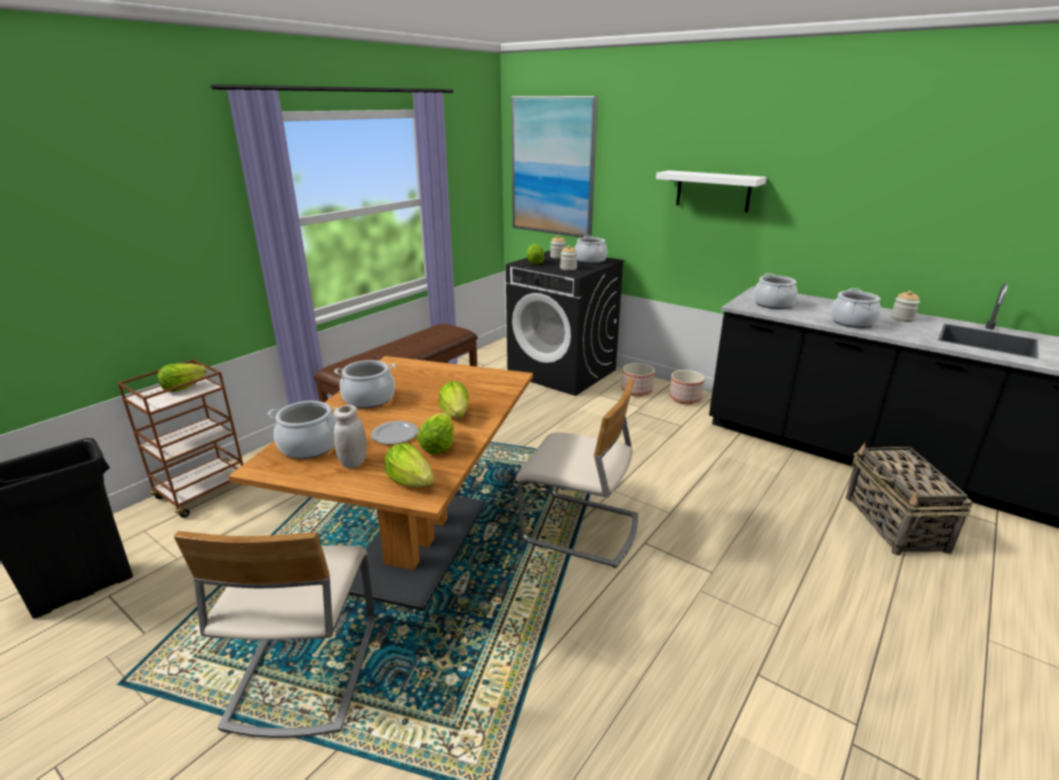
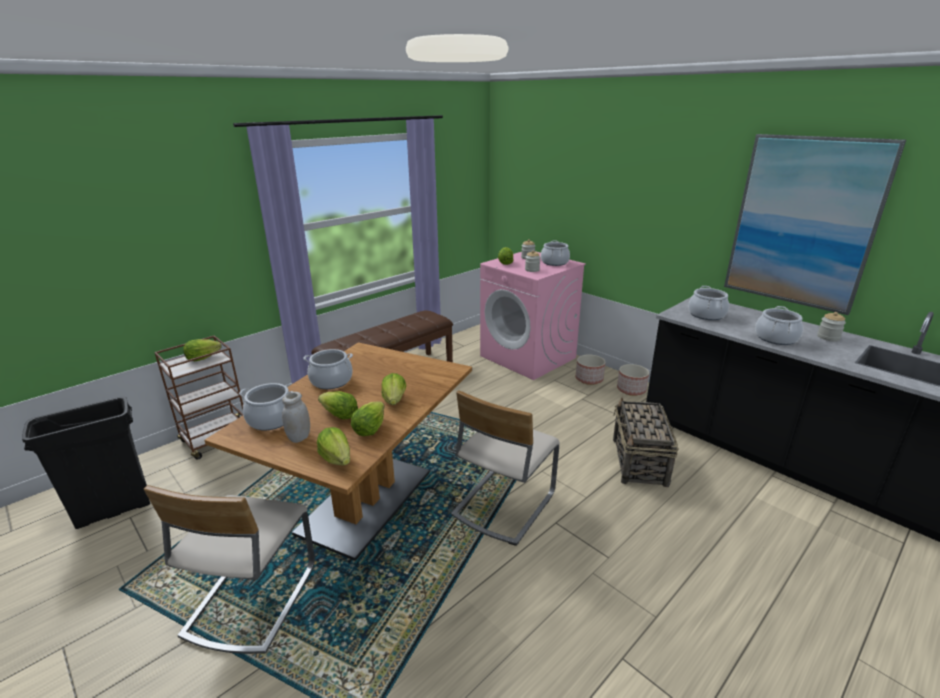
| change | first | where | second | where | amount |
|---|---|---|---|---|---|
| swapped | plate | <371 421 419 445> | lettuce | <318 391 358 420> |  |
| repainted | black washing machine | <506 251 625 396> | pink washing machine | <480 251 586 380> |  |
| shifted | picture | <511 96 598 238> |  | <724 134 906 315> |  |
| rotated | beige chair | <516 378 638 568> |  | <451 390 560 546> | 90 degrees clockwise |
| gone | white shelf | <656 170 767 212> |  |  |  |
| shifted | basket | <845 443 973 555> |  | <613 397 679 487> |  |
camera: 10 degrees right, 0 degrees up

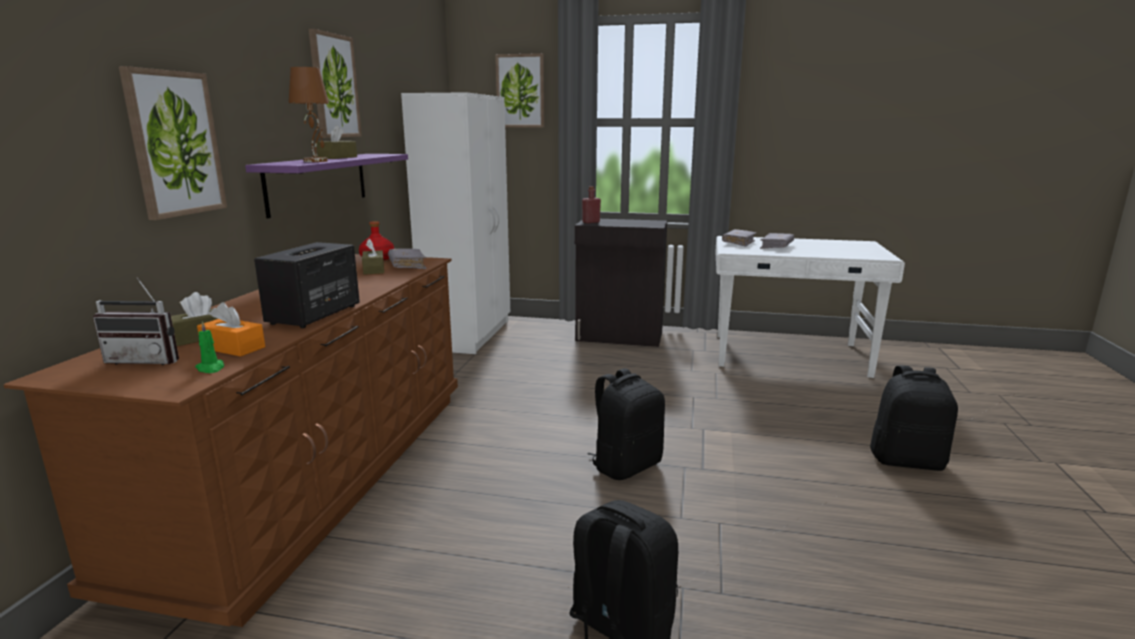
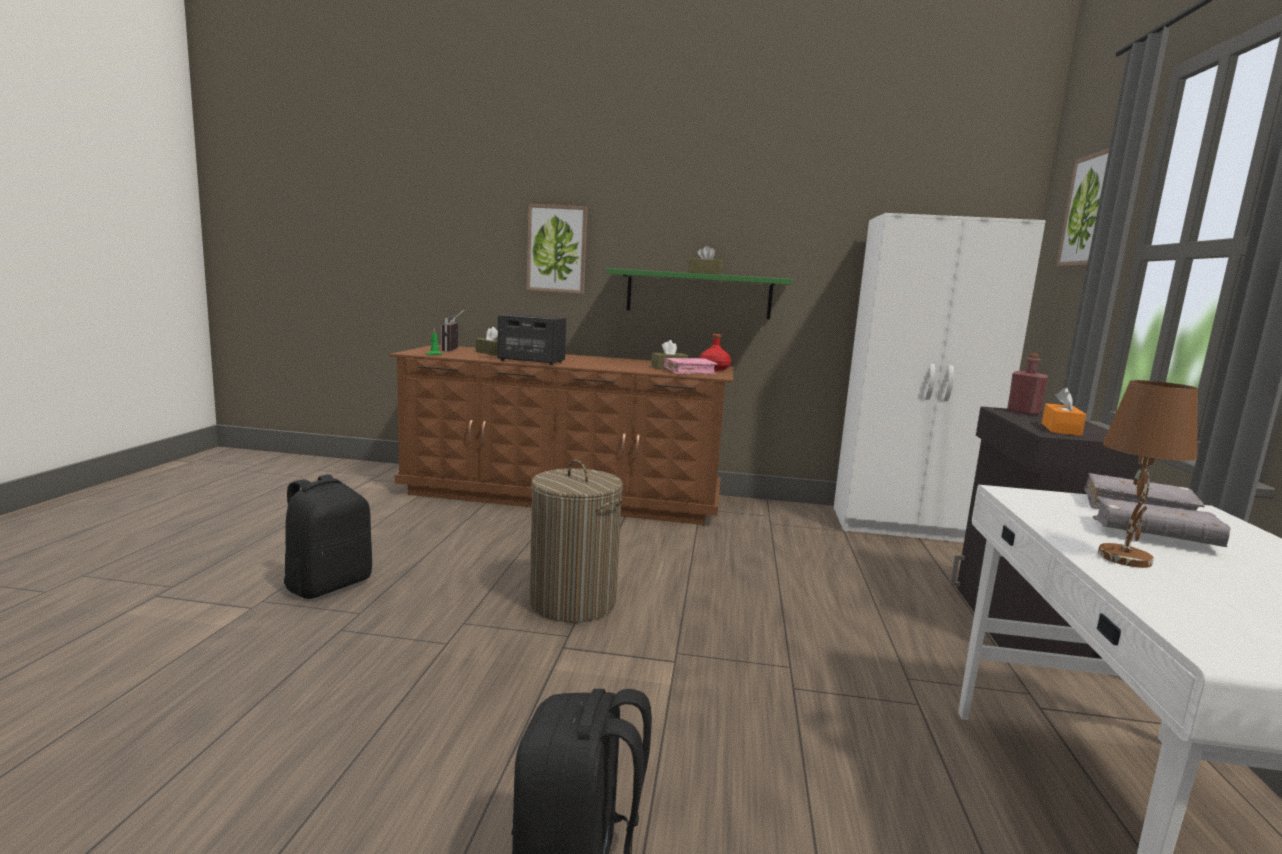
| change | first | where | second | where | amount |
|---|---|---|---|---|---|
| shifted | orange tissue box | <197 302 265 357> |  | <1042 388 1086 436> |  |
| repainted | purple shelf | <245 154 408 218> | green shelf | <606 268 793 320> |  |
| shifted | brown table lamp | <289 67 329 162> |  | <1098 380 1198 568> |  |
| gone | picture | <308 29 362 138> |  |  |  |
| repainted | grey book | <388 249 426 269> | pink book | <664 358 718 374> |  |
| swapped | black backpack | <587 368 665 480> | laundry basket | <529 460 623 622> |  |
camera: 85 degrees right, 5 degrees down

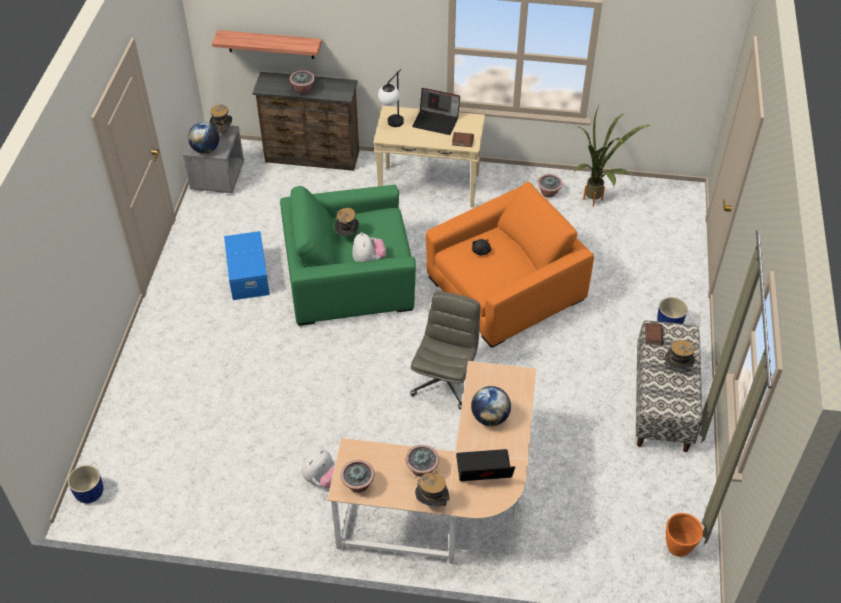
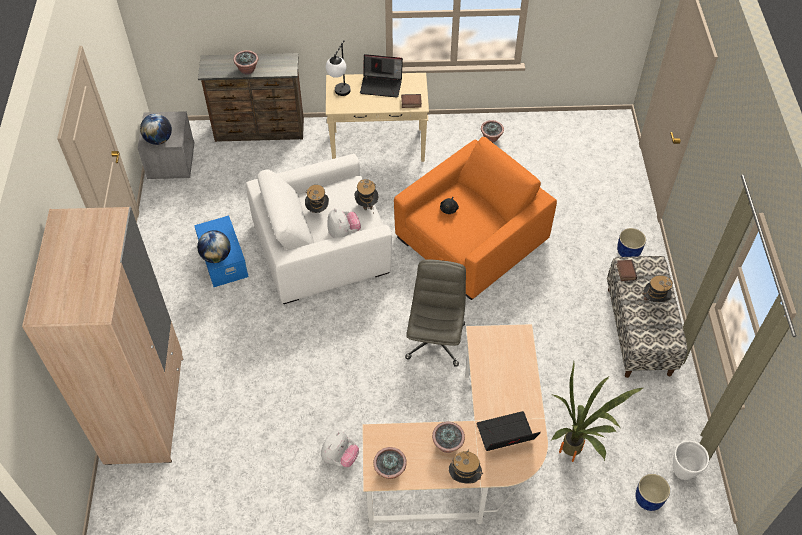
| change | first | where | second | where | amount |
|---|---|---|---|---|---|
| shifted | blue planter | <68 465 103 503> |  | <635 474 670 511> |  |
| shifted | hat | <210 105 232 134> |  | <354 179 379 210> |  |
| gone | shelf | <212 30 322 59> |  |  |  |
| repainted | green armchair | <280 185 416 326> | white armchair | <246 154 392 304> |  |
| shifted | globe | <471 386 511 426> |  | <197 230 231 263> |  |
| shifted | potted plant | <573 106 650 207> |  | <551 362 643 462> |  |
| repainted | orange planter | <666 513 703 557> | white planter | <673 441 709 480> |  |
| new |  |  | beige wardrobe | <22 207 183 465> |  |
camera: 10 degrees left, 5 degrees up

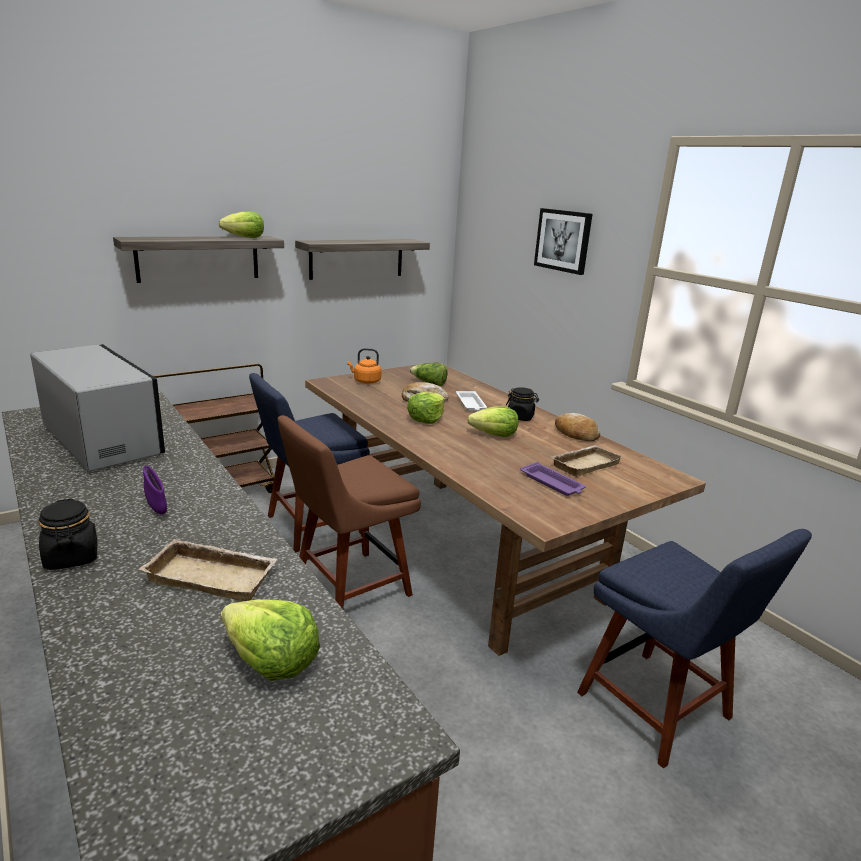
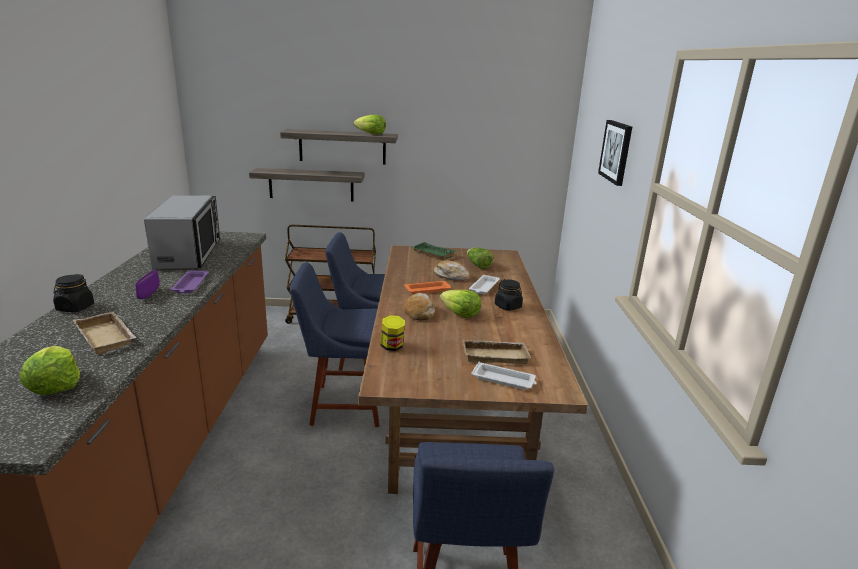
| change | first | where | second | where | amount |
|---|---|---|---|---|---|
| repainted | brown chair | <277 415 421 609> | blue chair | <290 262 380 427> |  |
| shifted | shelf | <295 239 430 280> |  | <249 168 365 202> |  |
| swapped | orange kettle | <347 348 382 384> | green tray | <411 242 457 260> |  |
| swapped | lettuce | <407 392 445 424> | orange tray | <404 281 451 294> |  |
| shifted | purple tray | <520 462 586 496> |  | <171 271 209 293> |  |
| shifted | bread | <555 413 600 441> |  | <404 293 435 321> |  |
| new |  |  | jar | <380 315 405 351> |  |
| new |  |  | white tray | <471 362 537 390> |  |
camera: 35 degrees right, 0 degrees up

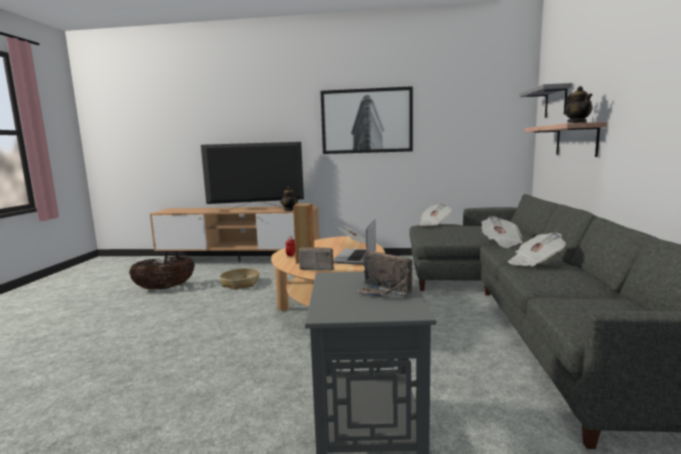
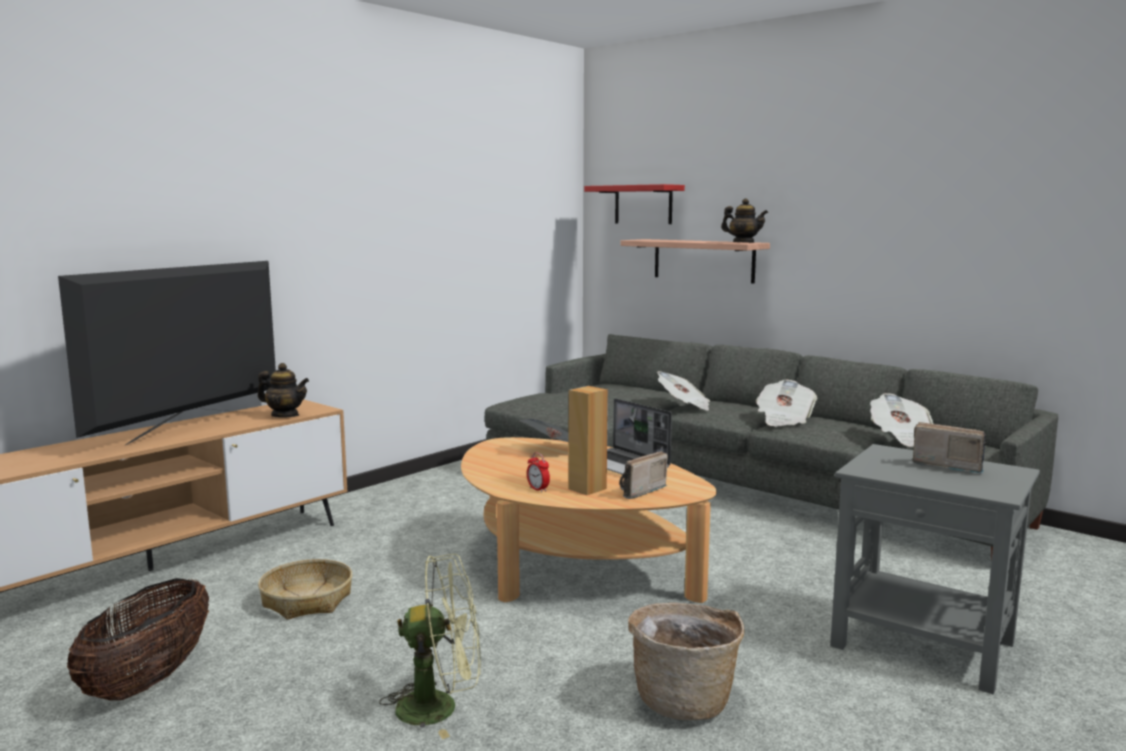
| change | first | where | second | where | amount |
|---|---|---|---|---|---|
| gone | picture | <320 86 413 154> |  |  |  |
| rotated | radio | <357 251 412 297> |  | <912 422 986 473> | 135 degrees counterclockwise |
| shifted | newspaper | <419 203 452 226> |  | <870 393 934 447> |  |
| repainted | grey shelf | <519 83 572 118> | red shelf | <584 184 685 224> |  |
| new |  |  | green fan | <379 554 481 739> |  |
| new |  |  | basket | <628 603 745 720> |  |
camera: 55 degrees left, 0 degrees up

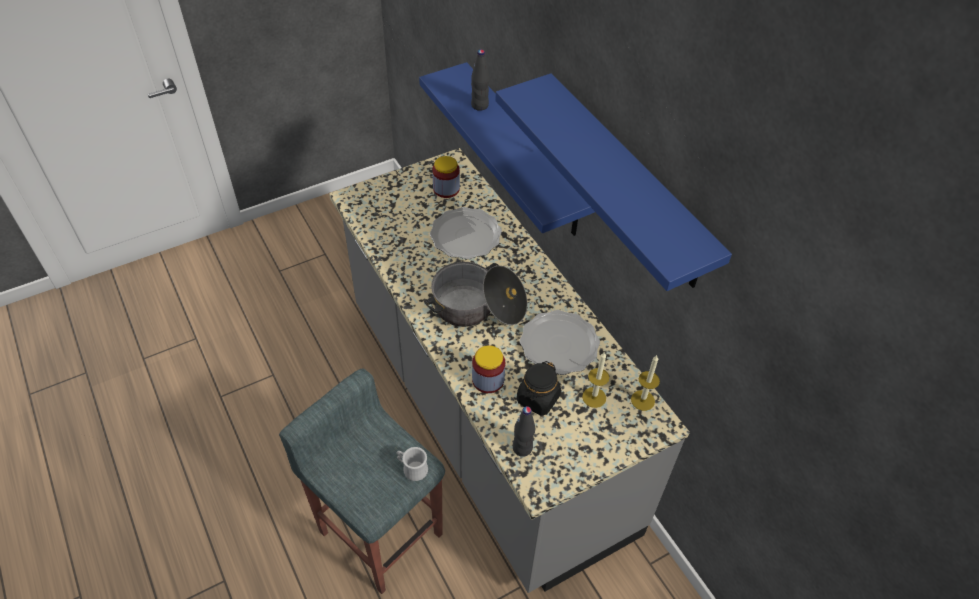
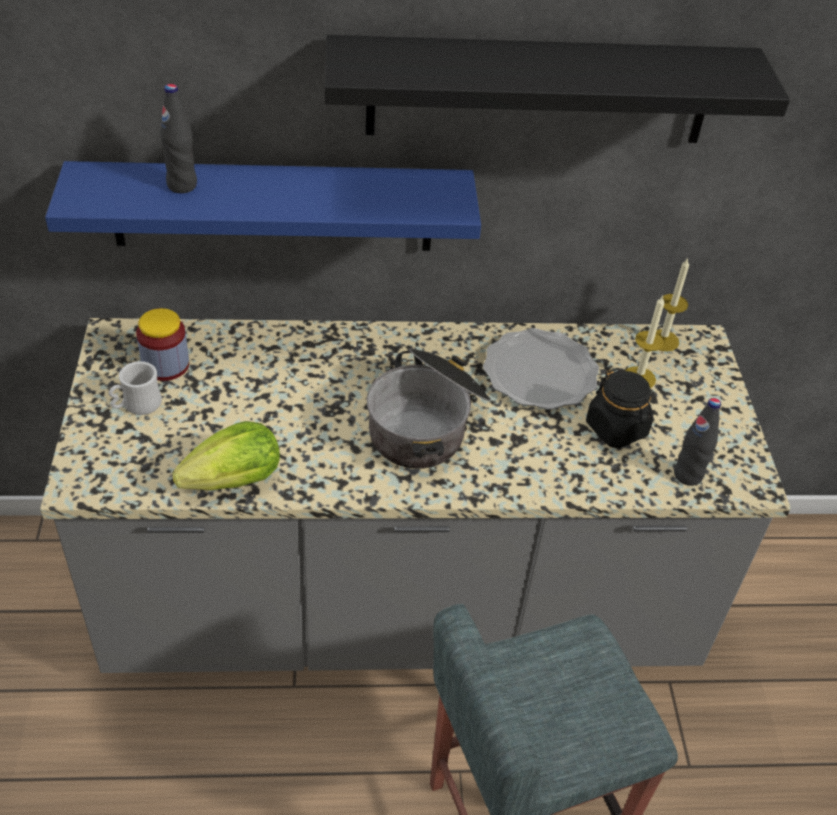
| change | first | where | second | where | amount |
|---|---|---|---|---|---|
| shifted | white mug | <397 447 428 481> |  | <109 361 162 415> |  |
| gone | plate | <430 207 502 259> |  |  |  |
| gone | jar | <472 345 505 393> |  |  |  |
| repainted | blue shelf | <495 73 732 291> | black shelf | <325 35 790 143> |  |
| new |  |  | lettuce | <172 421 280 491> |  |
camera: 65 degrees left, 5 degrees down

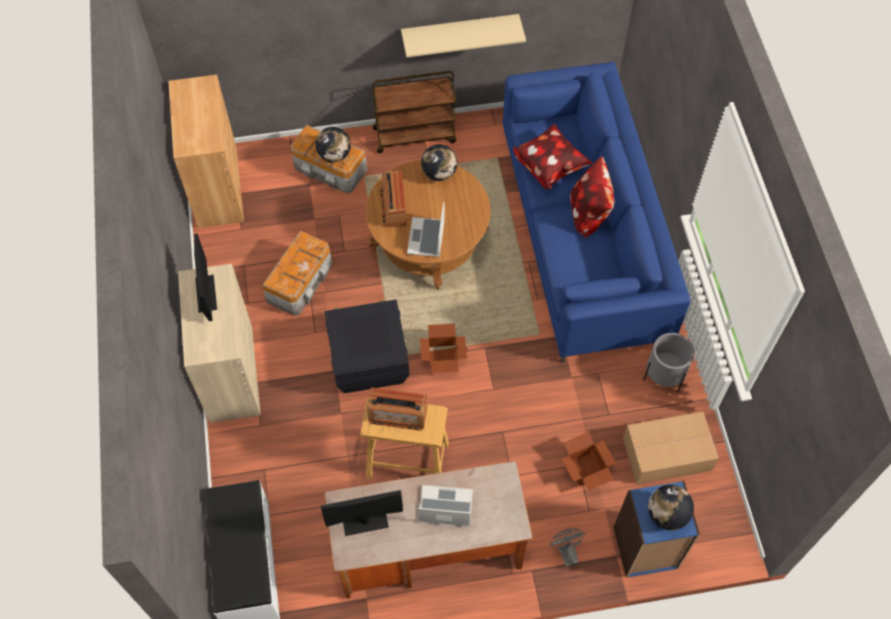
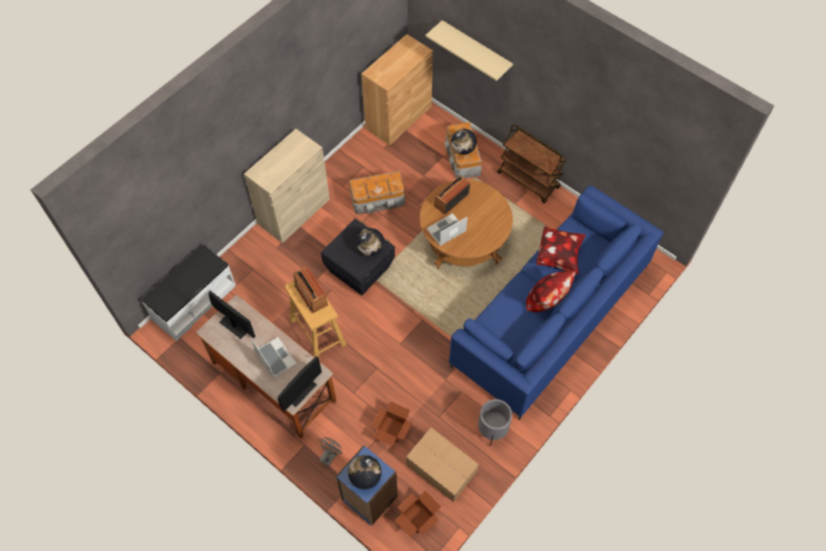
| change | first | where | second | where | amount |
|---|---|---|---|---|---|
| shifted | monitor | <194 234 217 321> |  | <278 356 322 412> |  |
| shifted | beige shelf | <401 14 526 57> |  | <425 20 513 81> |  |
| shifted | cardboard box | <420 324 467 373> |  | <394 491 441 537> |  |
| shifted | globe | <421 144 457 181> |  | <356 228 385 256> |  |
camera: 50 degrees right, 0 degrees up

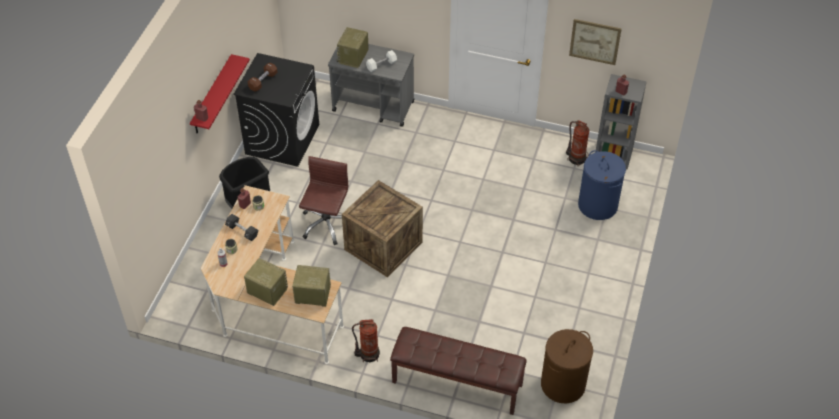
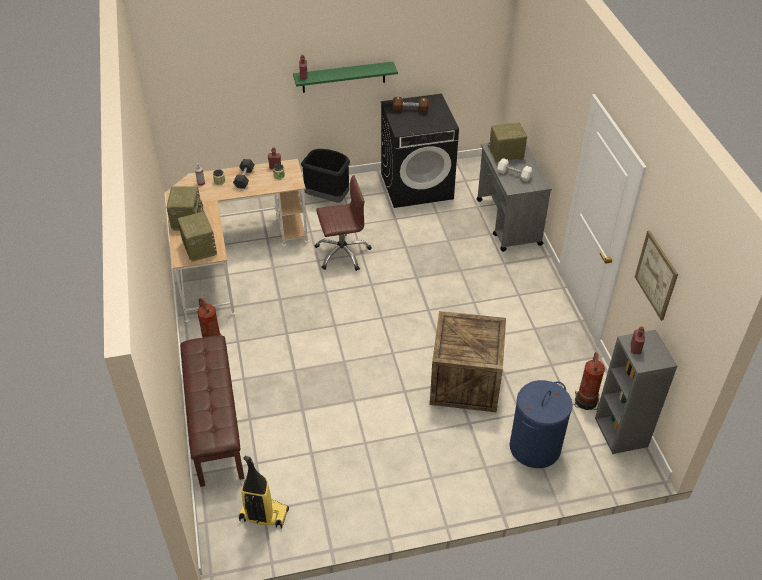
| change | first | where | second | where | amount |
|---|---|---|---|---|---|
| repainted | red shelf | <190 54 250 133> | green shelf | <293 61 398 93> |  |
| shifted | crate | <342 180 423 277> |  | <429 311 506 412> |  |
| swapped | brown laundry basket | <541 329 593 404> | vacuum cleaner | <239 456 289 529> |  |
camera: 60 degrees right, 5 degrees down

